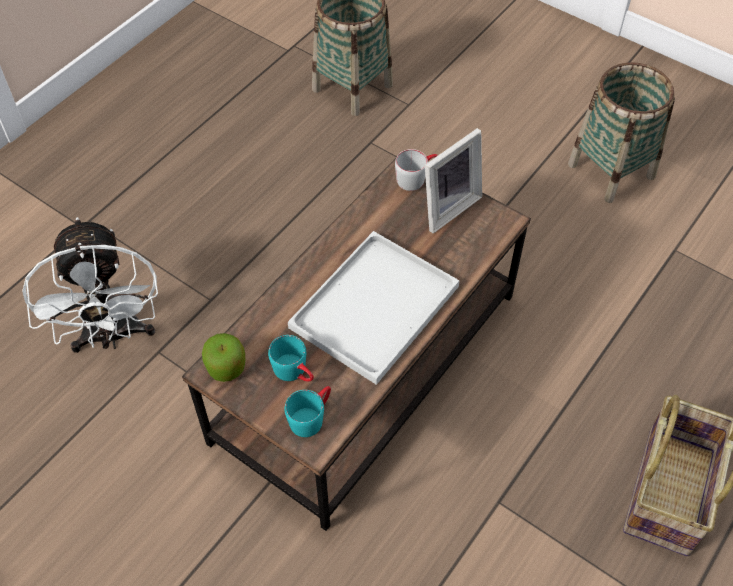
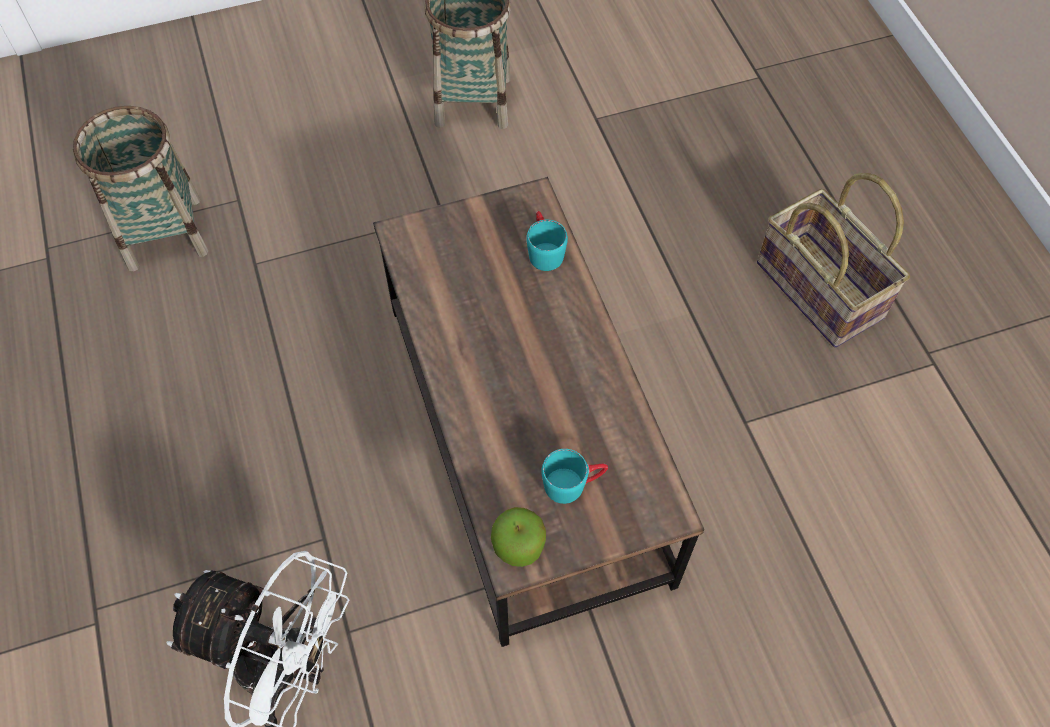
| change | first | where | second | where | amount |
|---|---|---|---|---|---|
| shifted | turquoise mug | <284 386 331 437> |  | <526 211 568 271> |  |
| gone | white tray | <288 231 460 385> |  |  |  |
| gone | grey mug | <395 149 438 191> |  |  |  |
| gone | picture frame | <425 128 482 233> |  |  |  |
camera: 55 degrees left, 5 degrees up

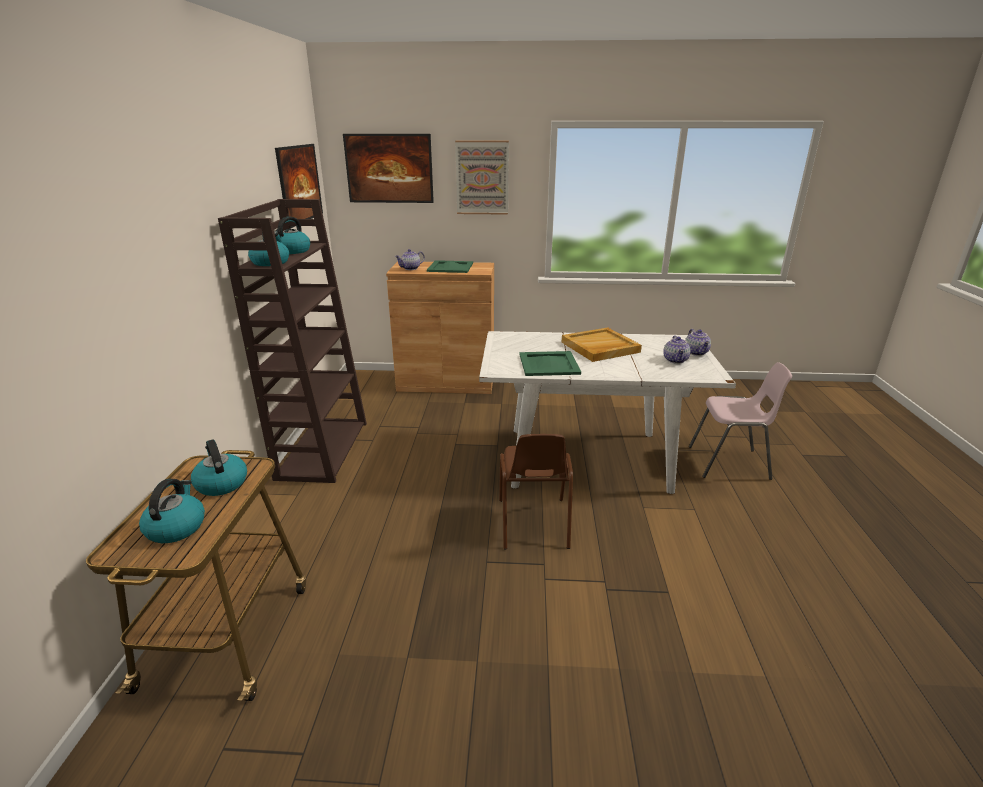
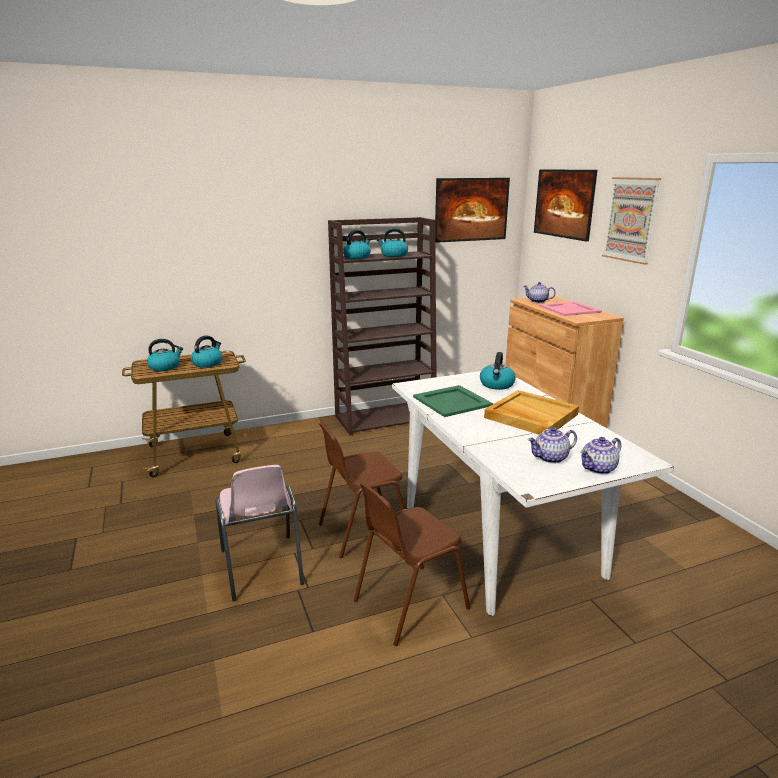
| change | first | where | second | where | amount |
|---|---|---|---|---|---|
| repainted | green tray | <427 260 473 273> | pink tray | <539 301 602 316> |  |
| shifted | pink chair | <689 362 792 480> |  | <215 465 304 601> |  |
| new |  |  | brown chair | <354 482 470 646> |  |
| new |  |  | kettle | <480 352 516 390> |  |
camera: 65 degrees right, 5 degrees down

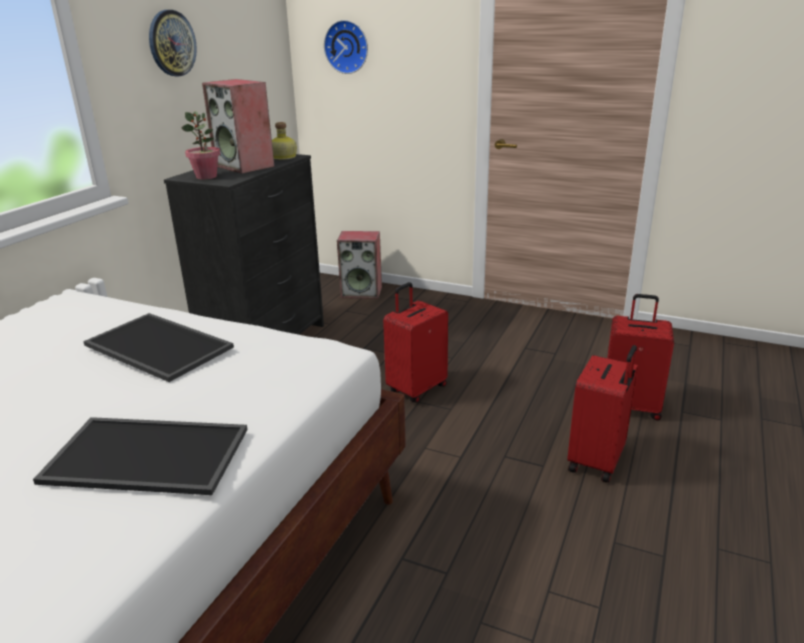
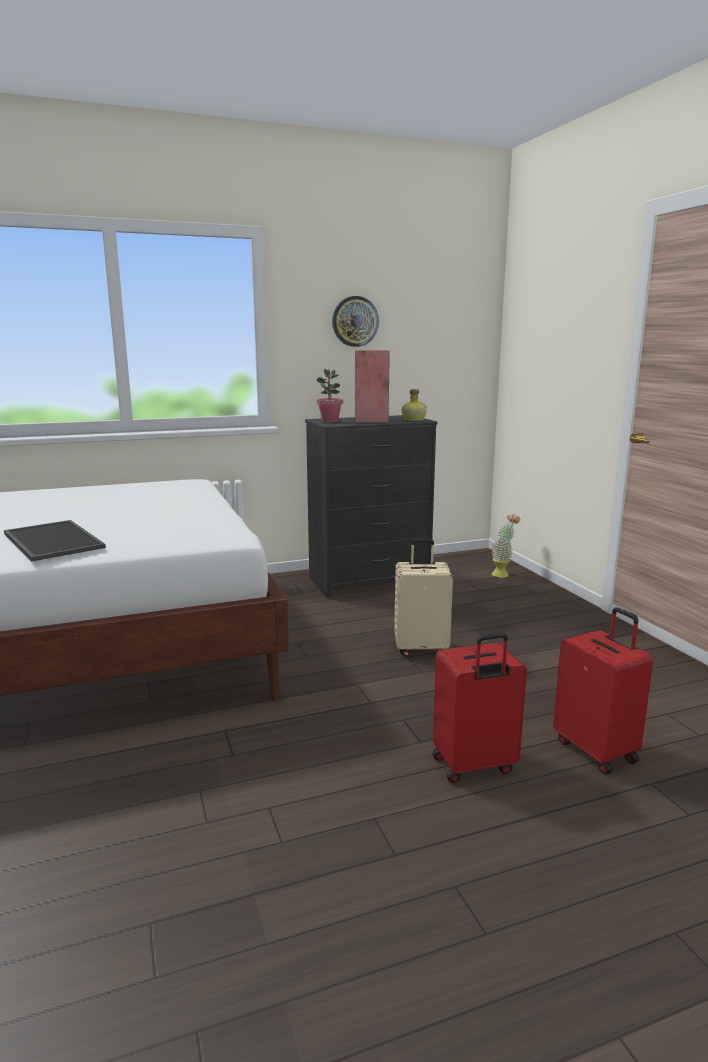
| change | first | where | second | where | amount |
|---|---|---|---|---|---|
| gone | tray | <83 313 234 382> |  |  |  |
| gone | wall clock | <324 20 368 74> |  |  |  |
| swapped | speaker | <337 231 382 299> | potted plant | <492 513 521 577> |  |
| repainted | red suitcase | <383 282 448 403> | beige suitcase | <394 539 453 656> |  |
camera: 45 degrees right, 10 degrees down

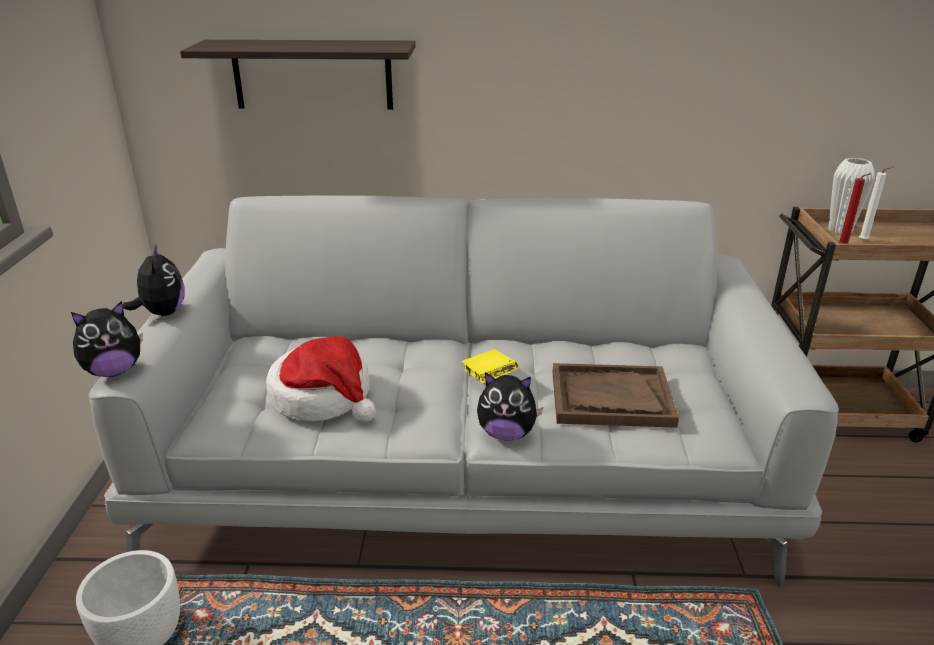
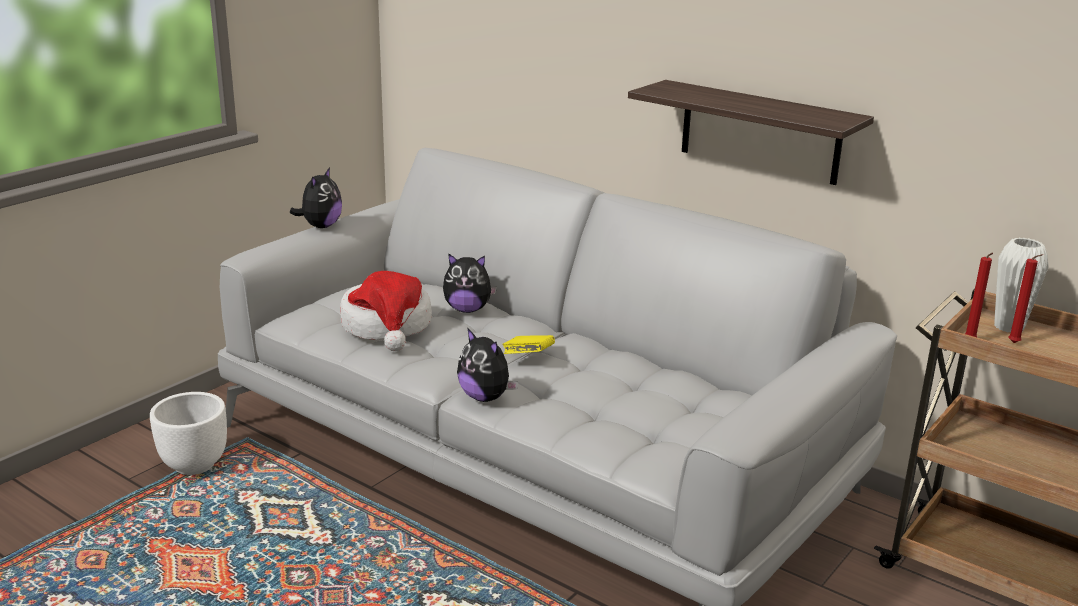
| change | first | where | second | where | amount |
|---|---|---|---|---|---|
| shifted | plush toy | <71 301 143 377> |  | <443 253 497 313> |  |
| shifted | shelf | <180 40 415 110> |  | <628 80 874 185> |  |
| gone | brown tray | <553 363 679 428> |  |  |  |
| repainted | white candle | <859 166 894 241> | red candle | <1008 254 1043 343> |  |
camera: 35 degrees right, 5 degrees down

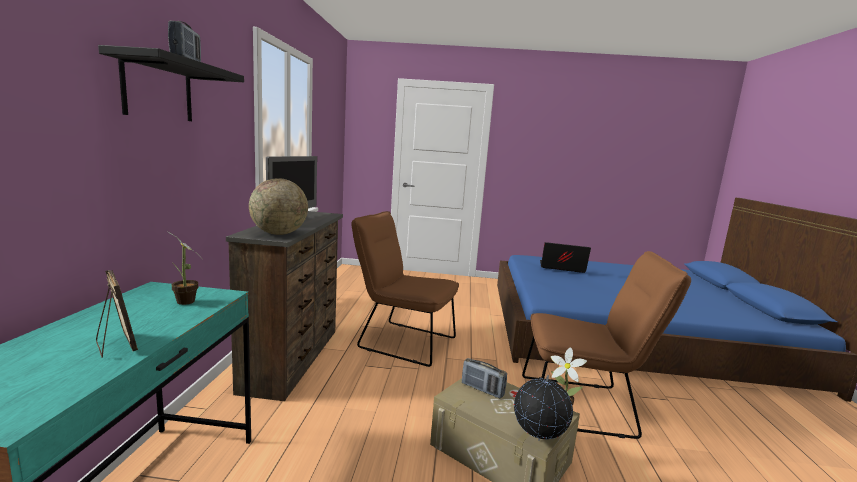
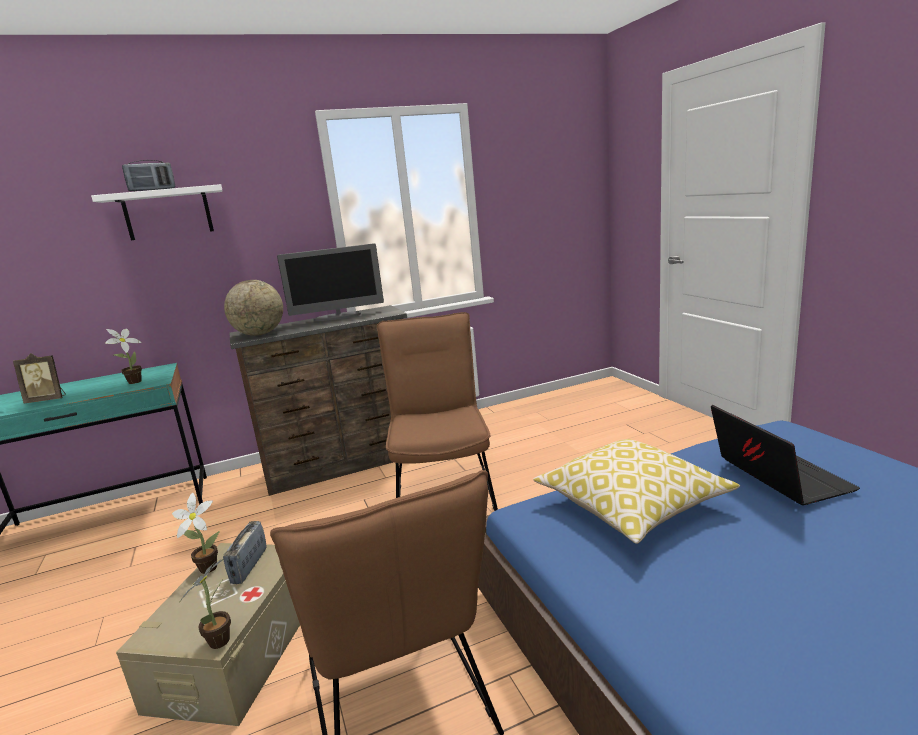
| change | first | where | second | where | amount |
|---|---|---|---|---|---|
| rotated | picture frame | <96 270 138 357> |  | <13 353 66 403> | 60 degrees clockwise |
| repainted | black shelf | <98 45 244 121> | white shelf | <91 184 222 240> |  |
| gone | globe | <514 375 573 441> |  |  |  |
| new |  |  | potted plant | <172 492 220 574> |  |
| new |  |  | pillow | <533 439 740 544> |  |
camera: 65 degrees right, 5 degrees up

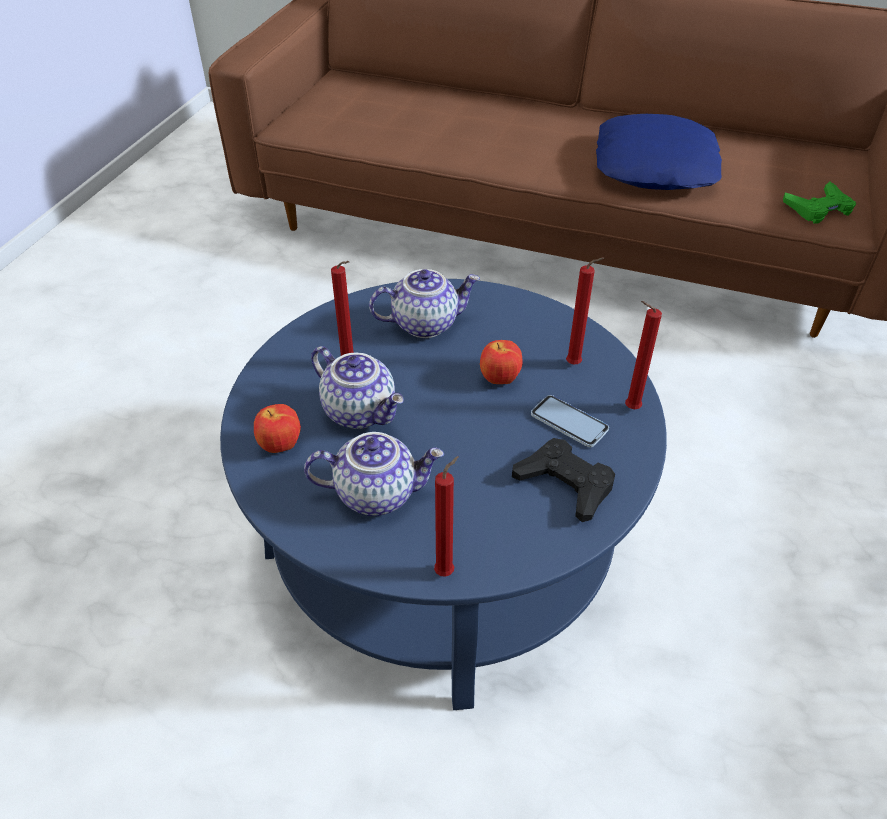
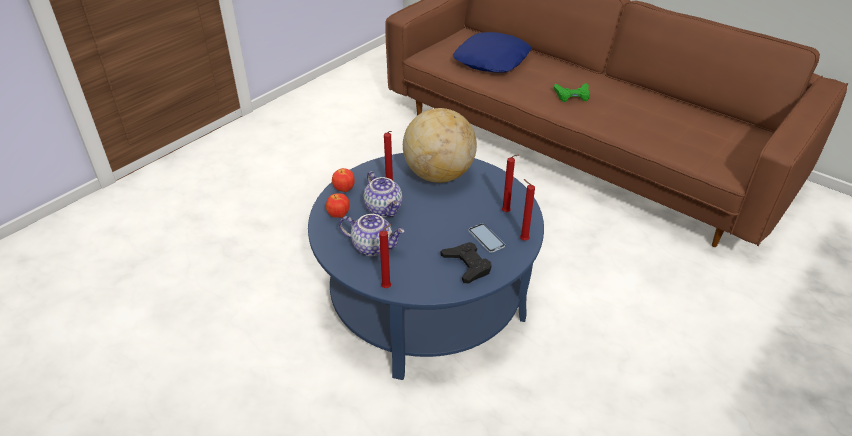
| change | first | where | second | where | amount |
|---|---|---|---|---|---|
| swapped | teapot | <369 269 480 338> | globe | <403 108 477 183> |  |
| shifted | apple | <480 340 523 384> |  | <332 168 355 192> |  |
| shifted | blue pillow | <596 114 722 190> |  | <453 32 531 73> |  |
| shifted | green game controller | <783 182 856 224> |  | <554 83 590 102> |  |
camera: 20 degrees right, 5 degrees down

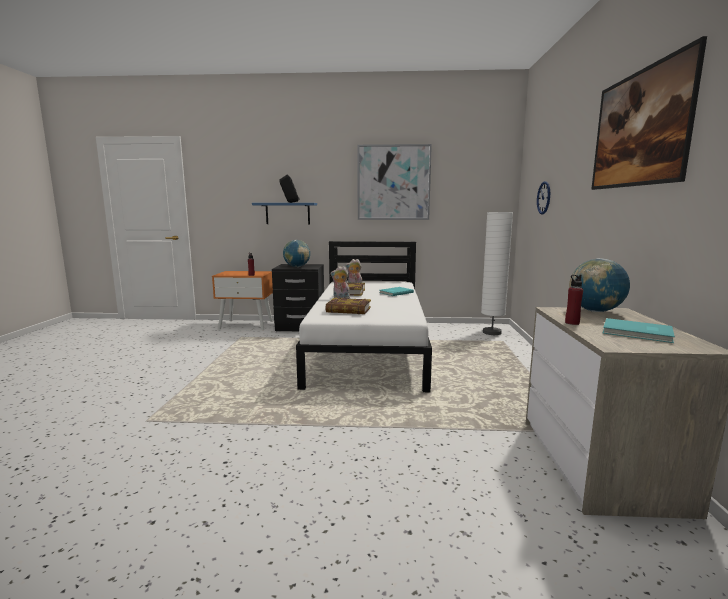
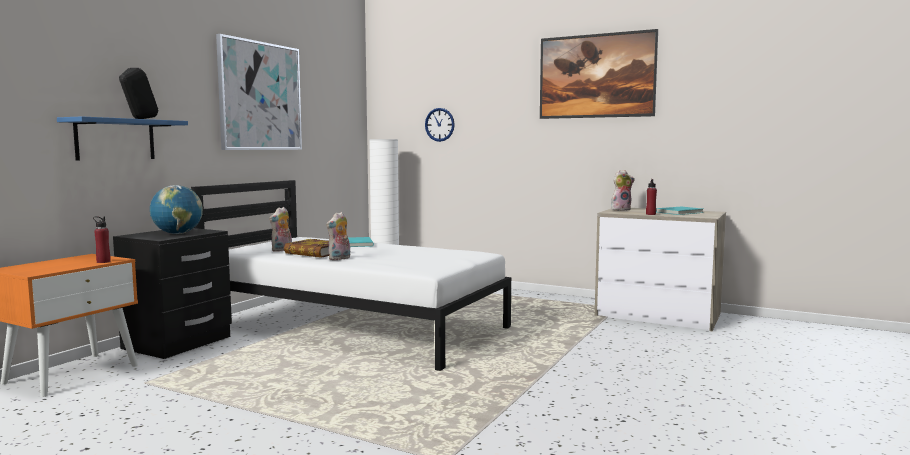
| change | first | where | second | where | amount |
|---|---|---|---|---|---|
| gone | book | <325 298 371 314> |  |  |  |
| swapped | globe | <569 258 630 312> | plush toy | <611 170 635 211> |  |
camera: 65 degrees left, 5 degrees down

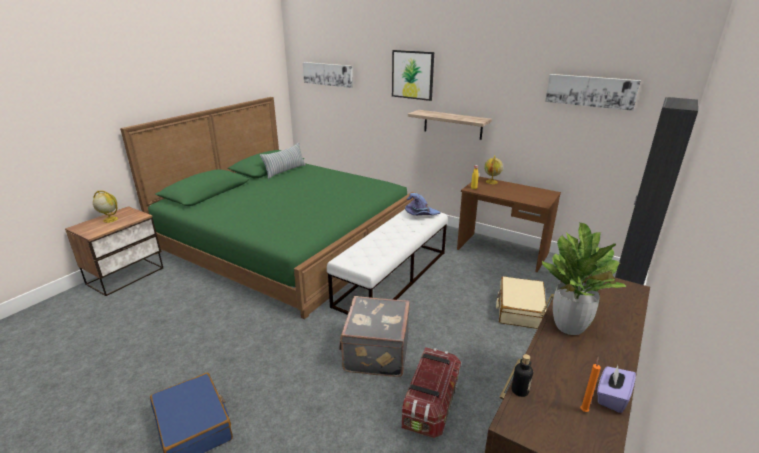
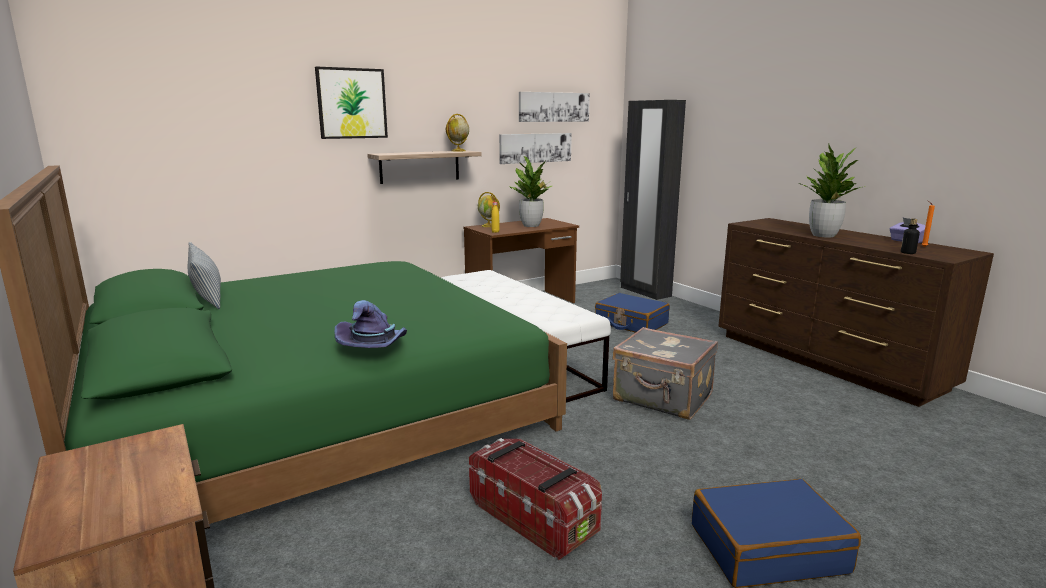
| change | first | where | second | where | amount |
|---|---|---|---|---|---|
| shifted | globe | <93 191 118 223> |  | <446 114 469 152> |  |
| shifted | picture | <303 62 353 88> |  | <499 133 572 164> |  |
| shifted | storage box | <402 347 461 438> |  | <469 438 602 560> |  |
| shifted | purple hat | <405 193 440 215> |  | <335 300 407 348> |  |
| repainted | beige suitcase | <496 276 547 329> | blue suitcase | <595 293 670 333> |  |
| new |  |  | potted plant | <509 156 552 227> |  |
camera: 65 degrees left, 10 degrees down

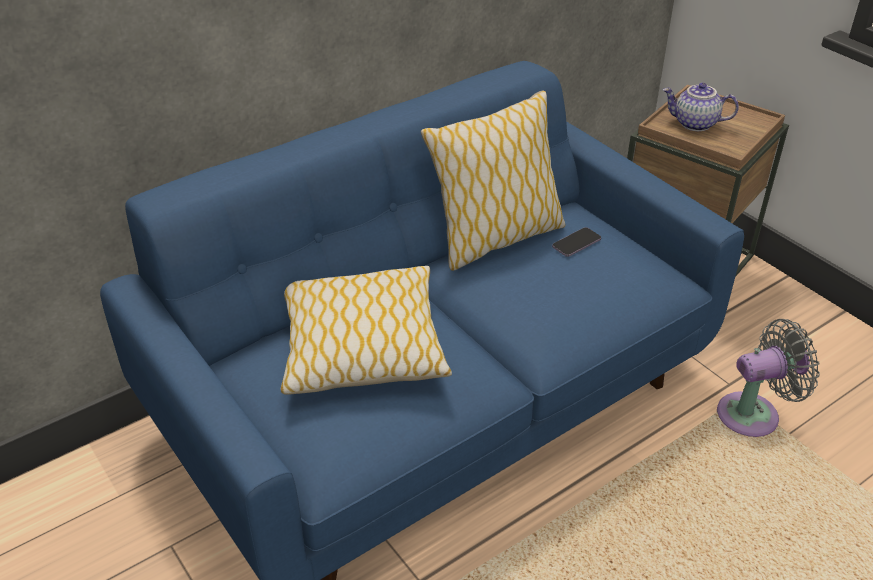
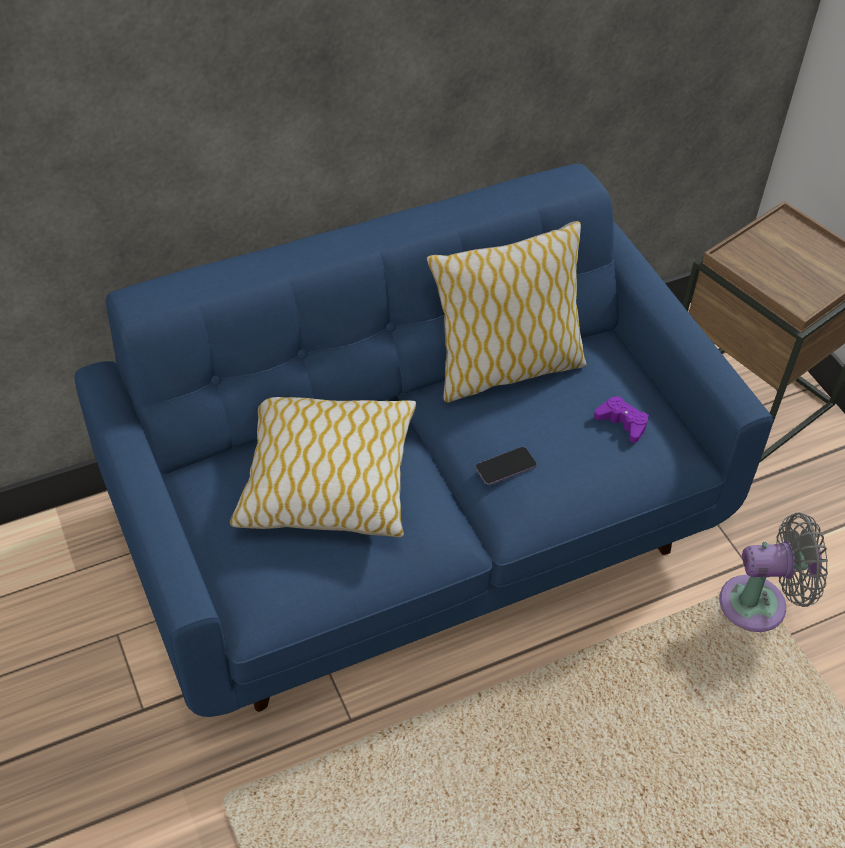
| change | first | where | second | where | amount |
|---|---|---|---|---|---|
| shifted | phone | <552 227 601 257> |  | <475 447 537 485> |  |
| gone | teapot | <662 83 739 131> |  |  |  |
| new |  |  | purple game controller | <594 396 649 443> |  |
camera: 10 degrees right, 10 degrees up

